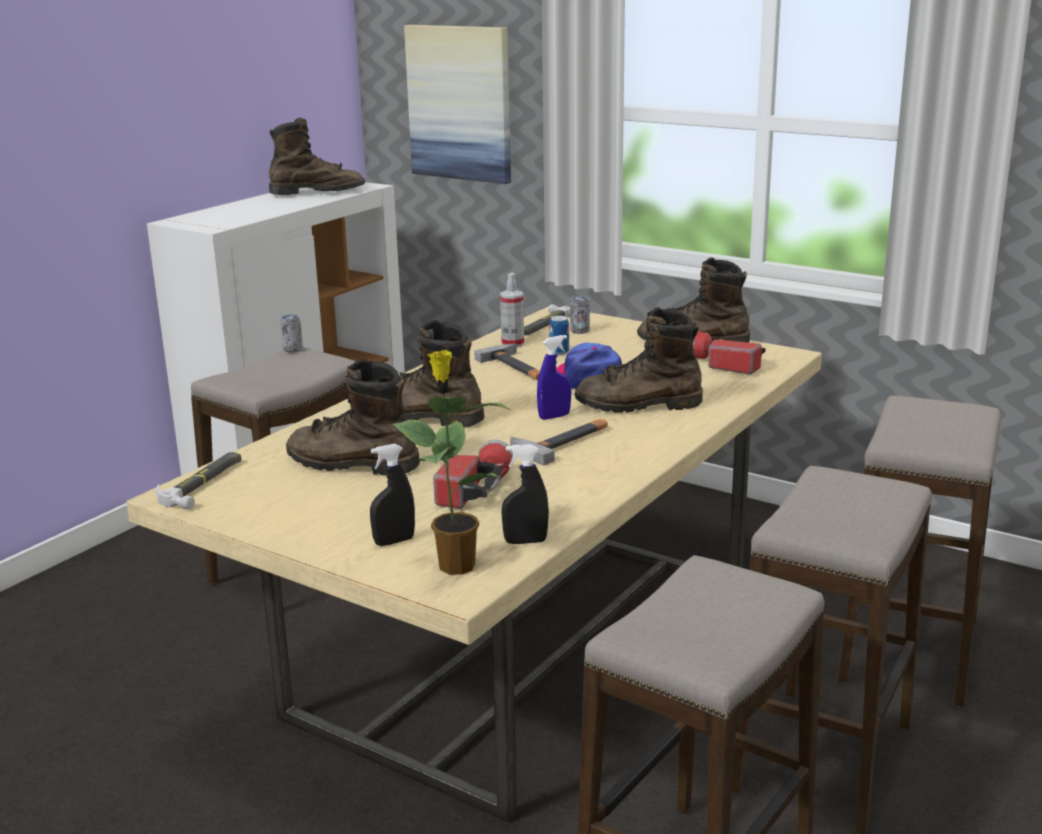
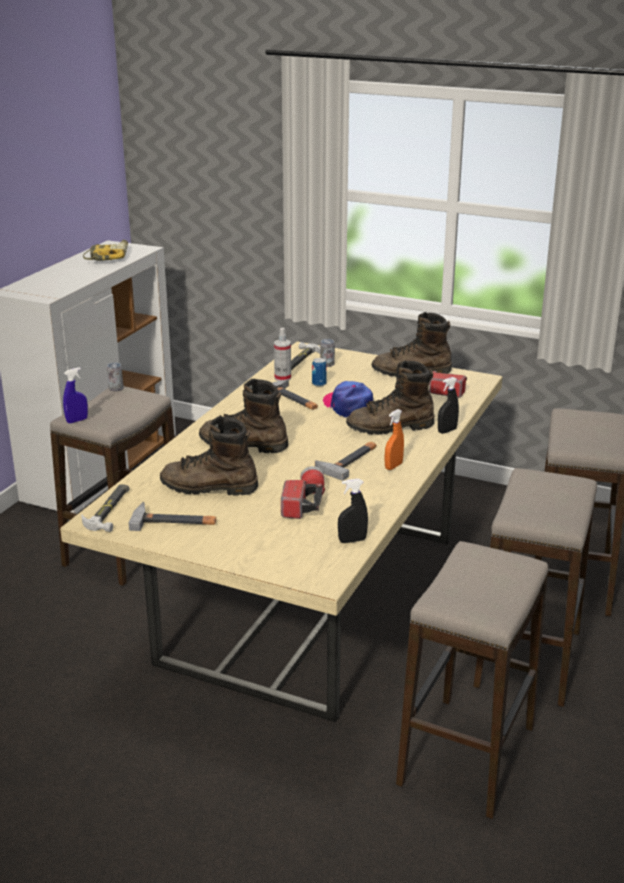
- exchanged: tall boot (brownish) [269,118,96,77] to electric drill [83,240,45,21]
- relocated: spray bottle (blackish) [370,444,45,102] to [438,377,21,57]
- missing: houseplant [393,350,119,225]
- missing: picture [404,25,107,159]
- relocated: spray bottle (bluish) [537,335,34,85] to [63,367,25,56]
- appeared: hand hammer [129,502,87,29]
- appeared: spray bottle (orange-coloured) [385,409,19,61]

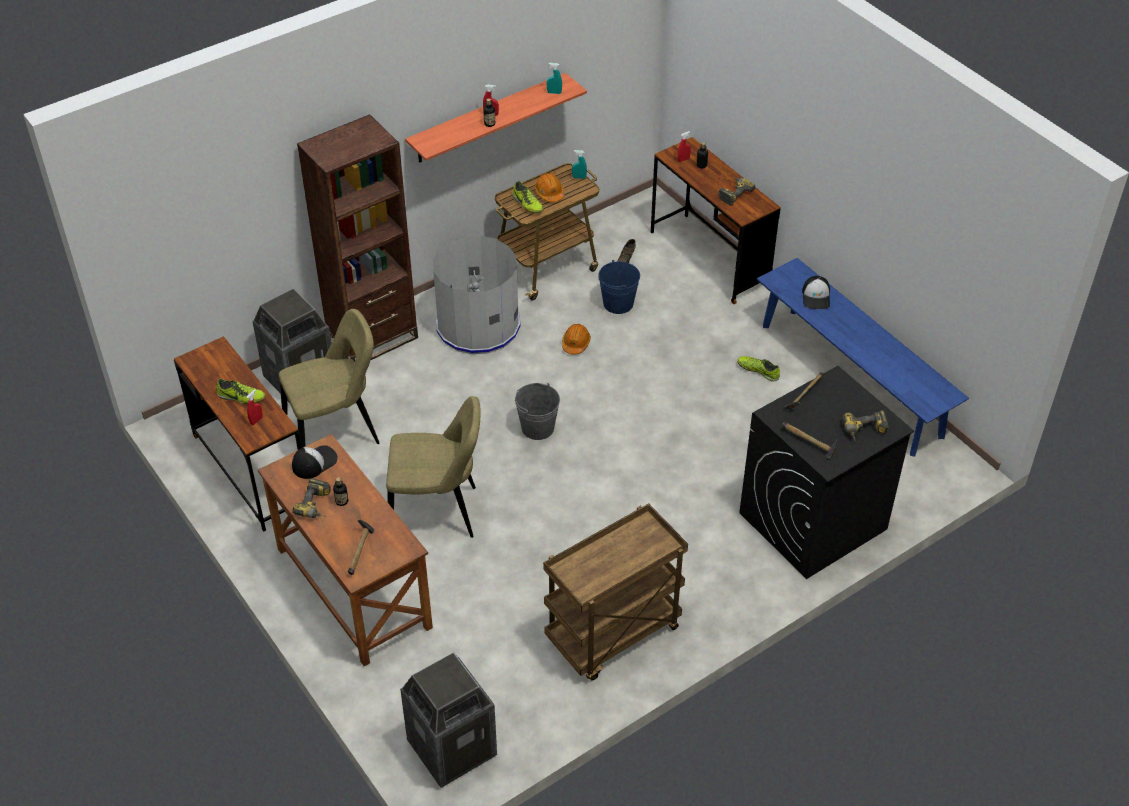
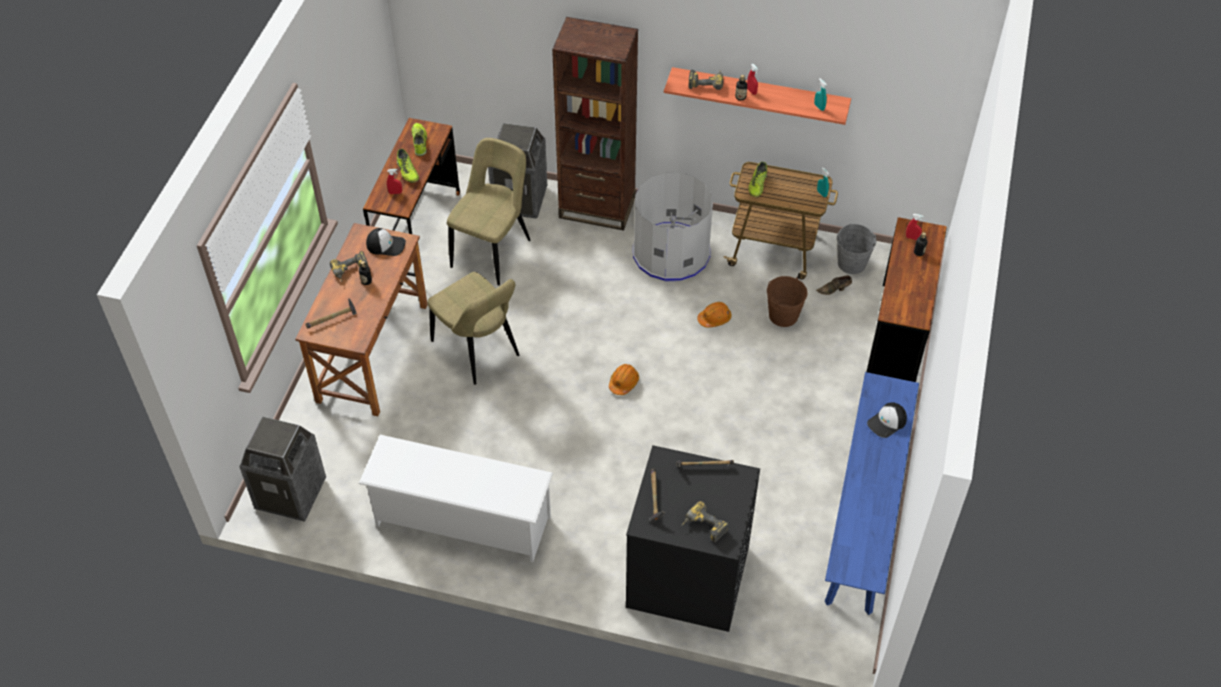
- spun: chair (beige-coloured) [279,309,101,139] = [447,138,84,147] 90 degrees counterclockwise
- relocated: bucket (greyish) [515,383,45,57] to [837,224,39,50]
- relocated: safety helmet (orange-coloured) [535,173,29,29] to [609,364,30,31]
- exchanged: cart (brownish) [543,503,145,178] to shoe stand (white-coloured) [359,435,194,128]
- colour: bucket (bluish) [598,260,42,54] to bucket (brownish) [767,276,40,51]
- relocated: electric drill [718,177,38,29] to [689,69,35,21]
- relocated: item of footwear [737,356,43,26] to [412,123,15,33]

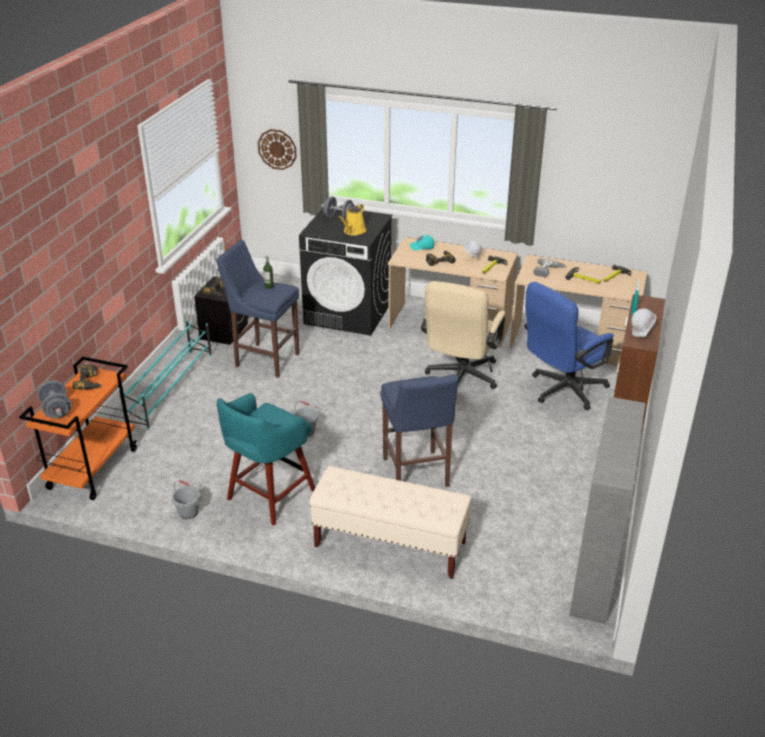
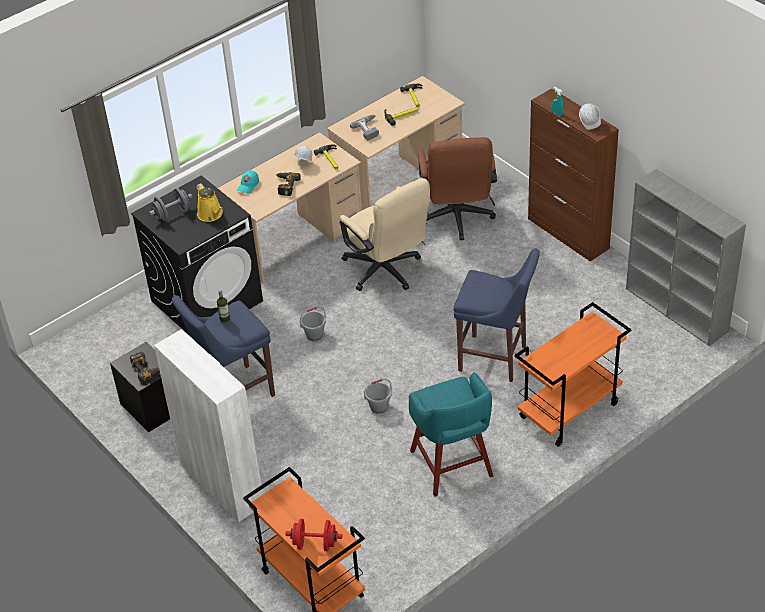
- colour: dumbbell (greyish) [37,380,34,38] to dumbbell (red) [286,519,56,32]
- missing: electric drill [73,365,29,25]
- exchanged: shoe stand (turquoise-coloured) [119,320,93,110] to cabinet (white-coloured) [154,329,109,193]
- relocated: bucket (greyish) [172,480,29,39] to [300,307,26,34]
- missing: wall clock [258,129,39,41]
- exchanged: indoor bench (beige-coloured) [310,466,161,113] to cart (orange-coloured) [515,302,116,145]
- colour: desk chair (bluish) [524,282,90,128] to desk chair (brownish) [418,137,79,103]

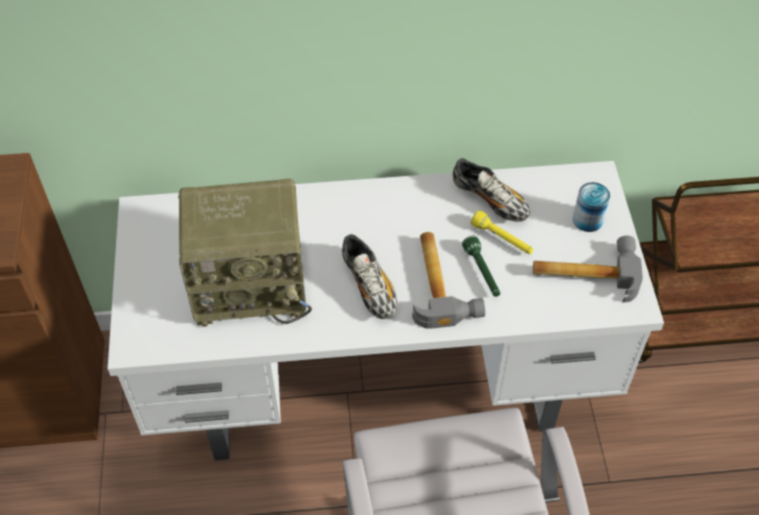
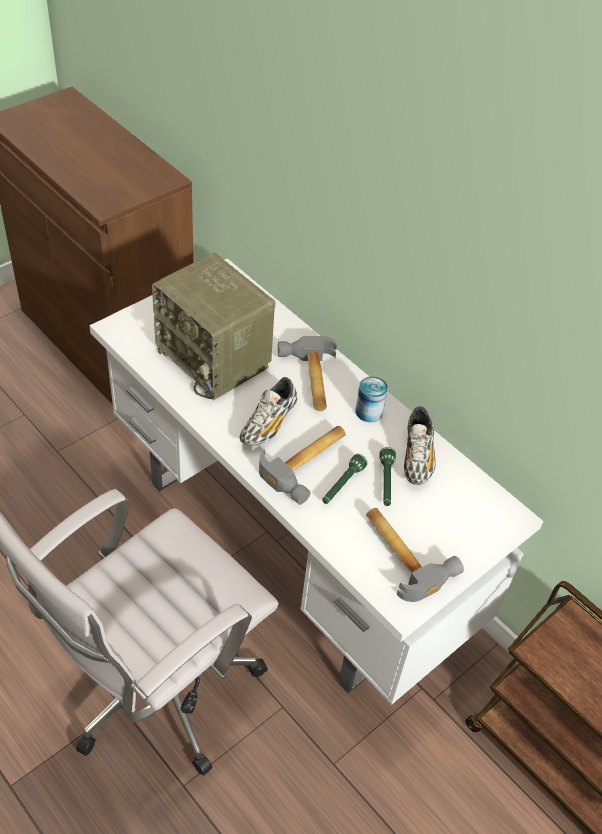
- colour: torch (yellowish) [471,210,62,44] to torch (green-coloured) [379,447,17,59]
- relocated: sealed can [573,182,37,50] to [355,376,33,46]
- appeared: hand hammer [278,336,59,75]

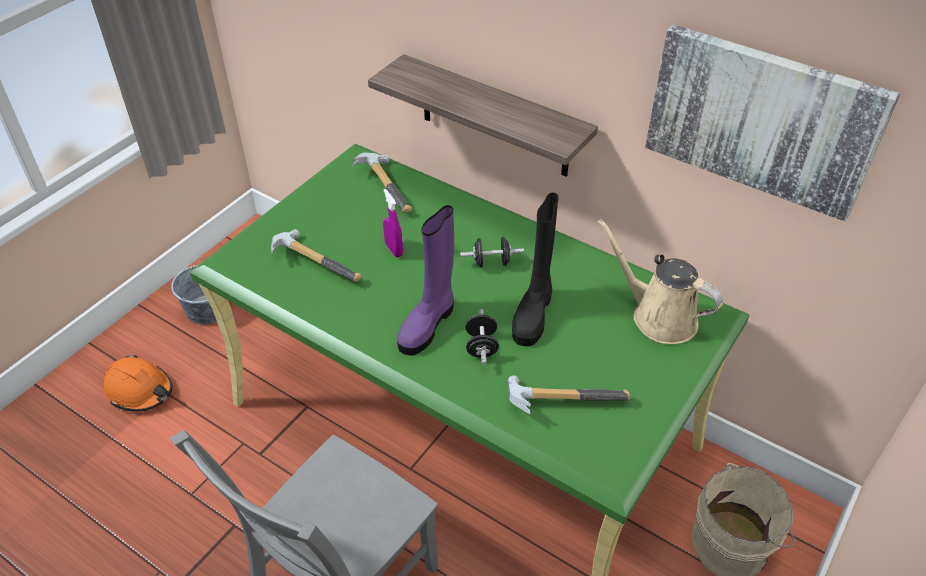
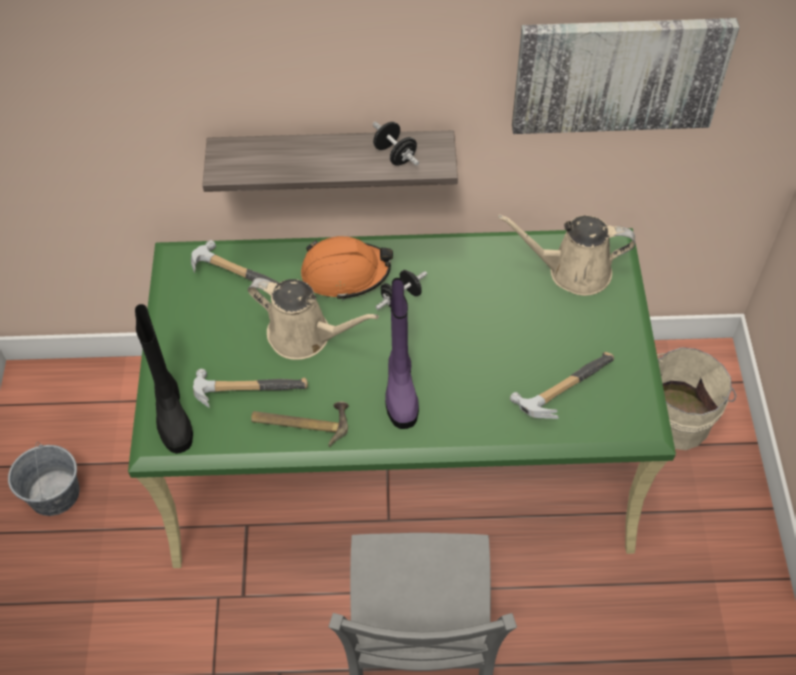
- relocated: safety helmet (orange-coloured) [104,355,68,57] to [301,236,92,64]
- exchanged: spray bottle (purple-coloured) [383,189,20,68] to watering can (beige-coloured) [248,278,131,82]
- relocated: dumbbell (blackish) [465,309,34,56] to [373,122,46,44]
- relocated: tall boot (blackish) [512,193,47,153] to [135,304,58,150]
- appeared: hand hammer [251,401,97,46]

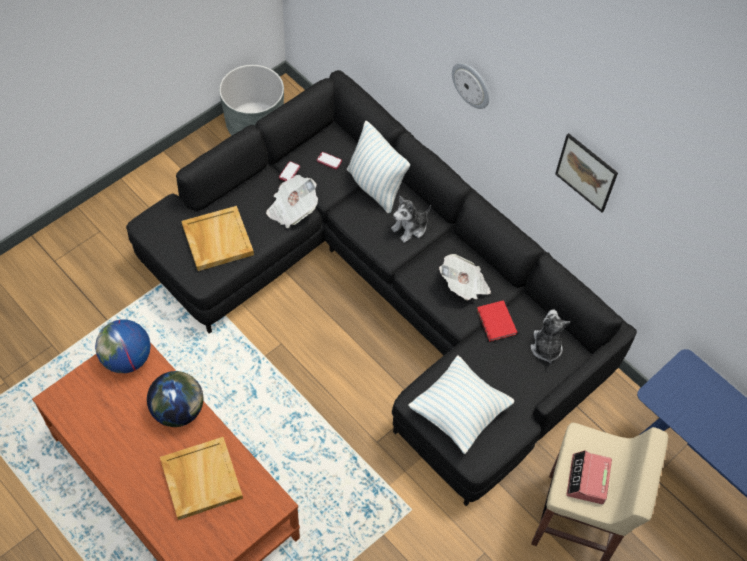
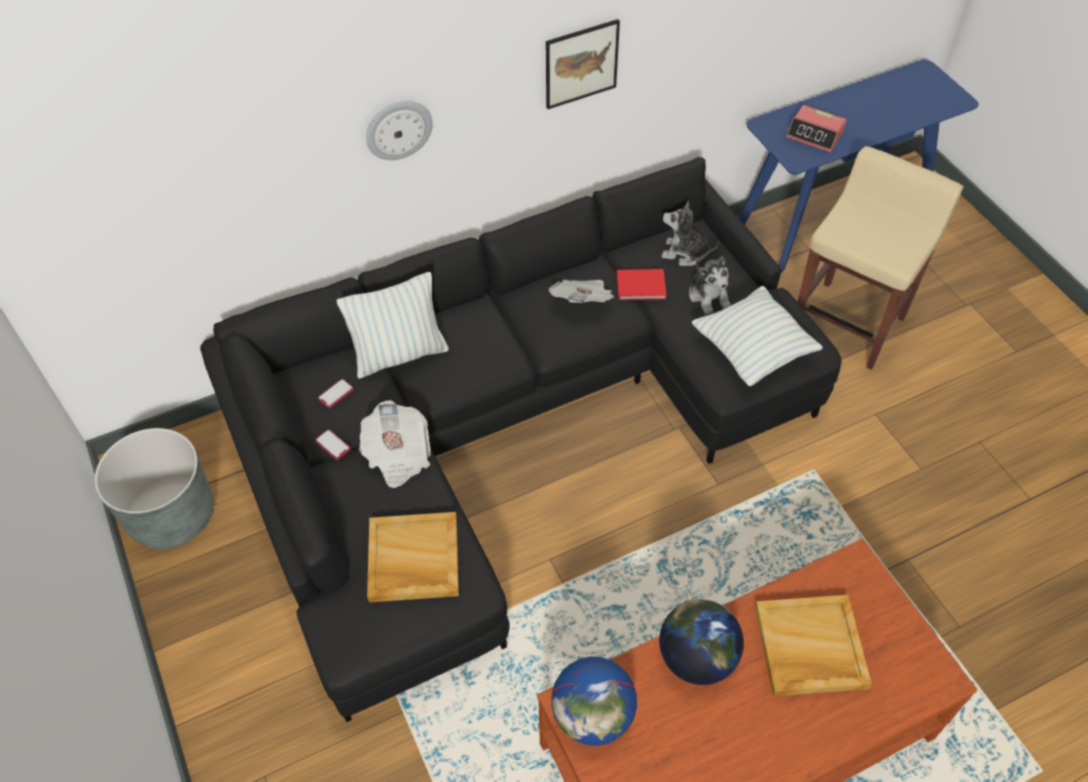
- relocated: soft toy [391,196,40,47] to [689,256,42,59]
- relocated: alarm clock [566,450,46,55] to [786,105,61,47]

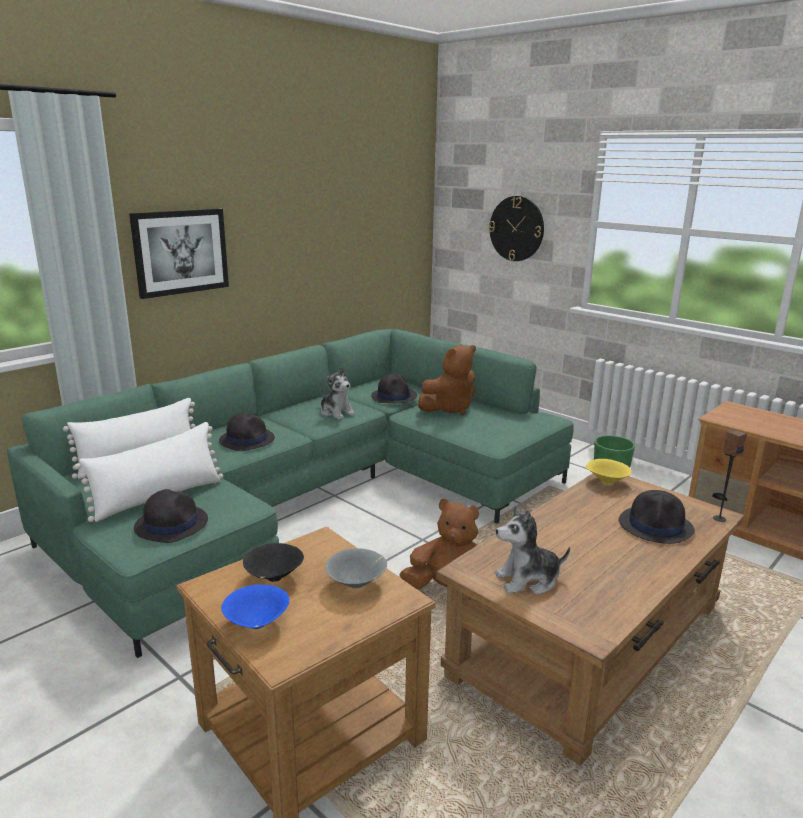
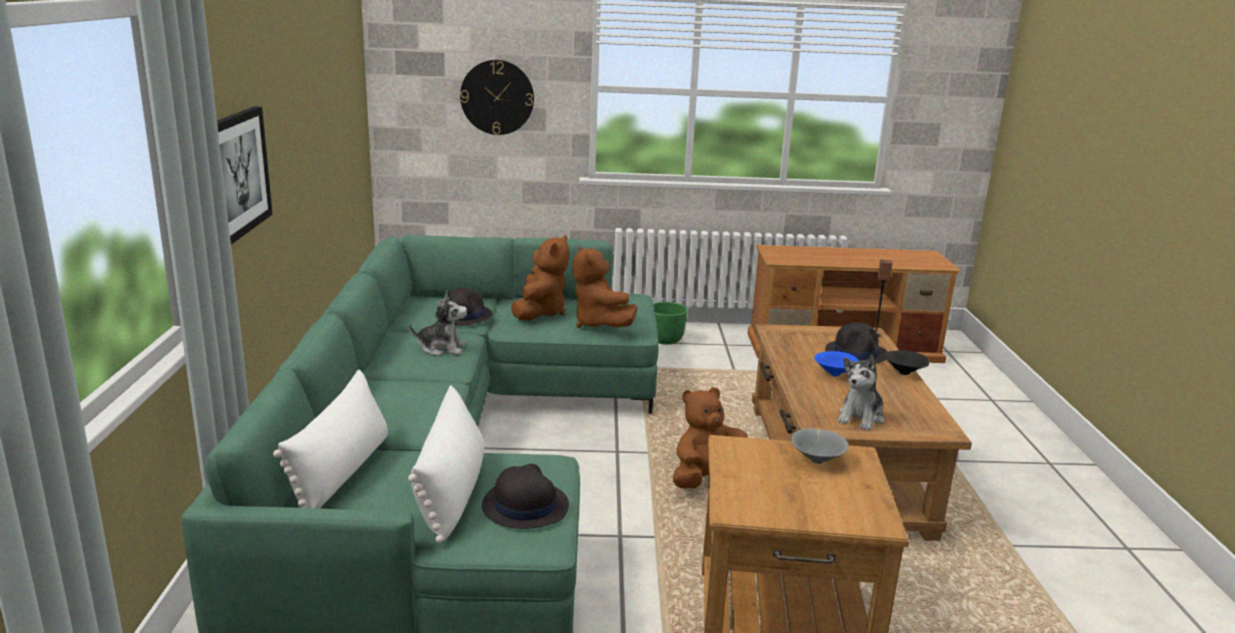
- missing: wearable hat (blackish) [219,413,56,38]
- relocated: deep dish (bluish) [221,585,69,44] to [814,351,45,25]
- relocated: deep dish (blackish) [243,543,61,39] to [884,350,45,25]
- missing: deep dish (yellowish) [586,459,46,25]
- appeared: soft toy (brownish) [573,245,64,83]

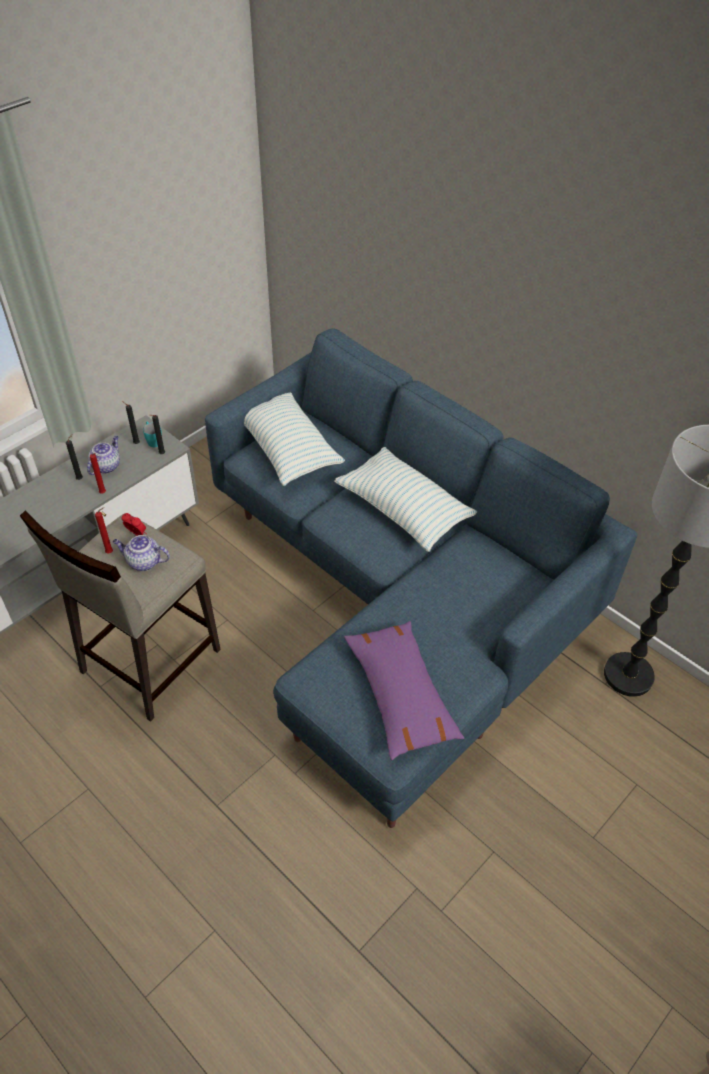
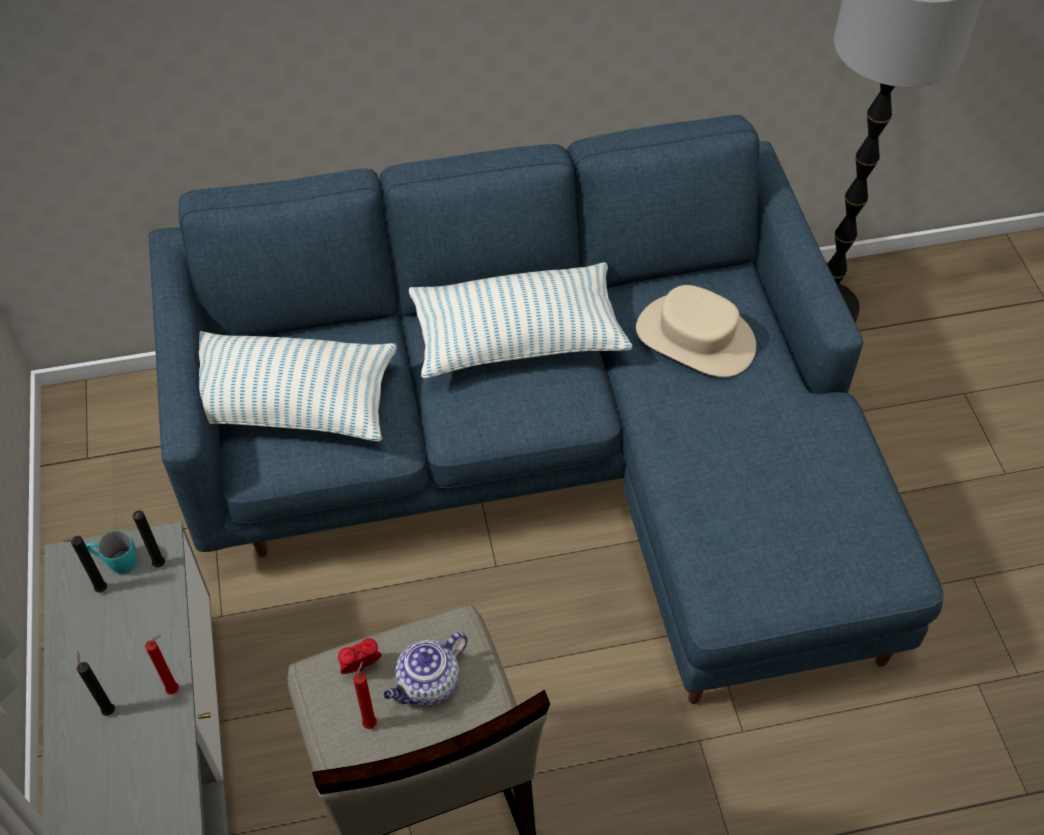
- missing: pot for tea [87,436,33,39]
- missing: cushion (purple-coloured) [344,621,120,139]
- appeared: wearable hat (beige-coloured) [636,285,120,92]

